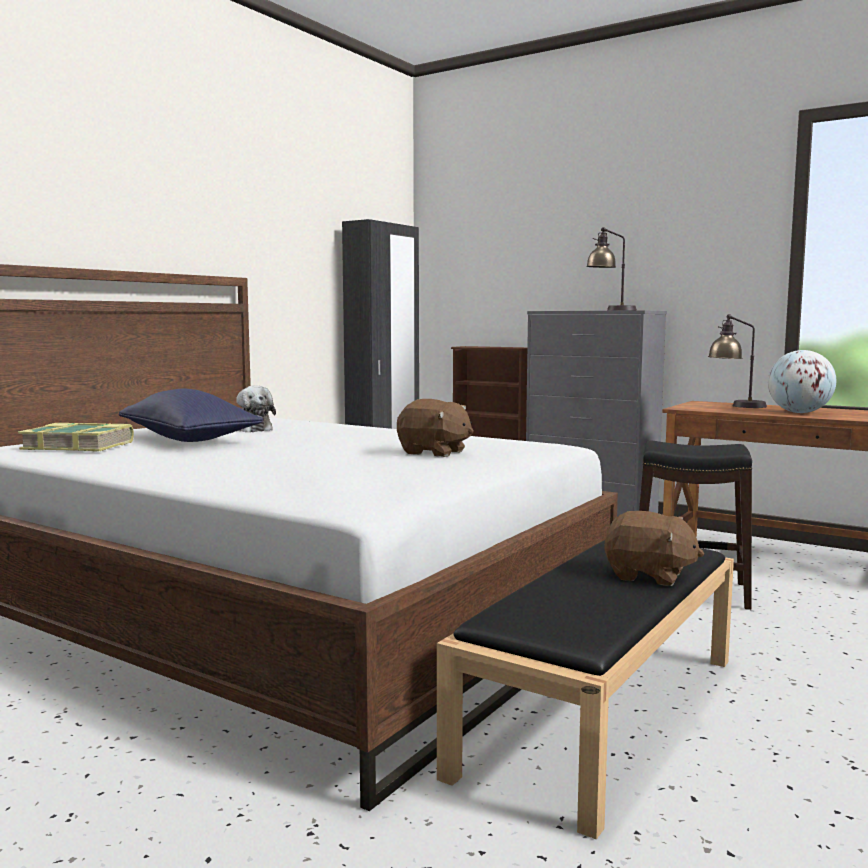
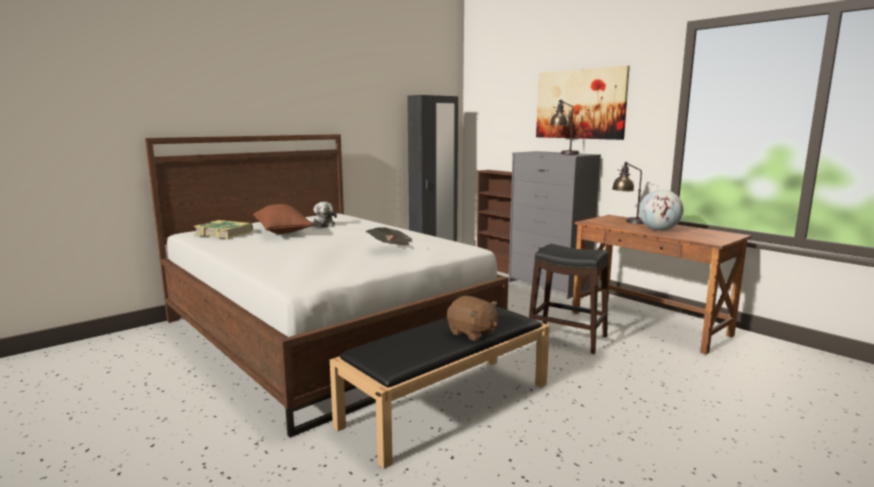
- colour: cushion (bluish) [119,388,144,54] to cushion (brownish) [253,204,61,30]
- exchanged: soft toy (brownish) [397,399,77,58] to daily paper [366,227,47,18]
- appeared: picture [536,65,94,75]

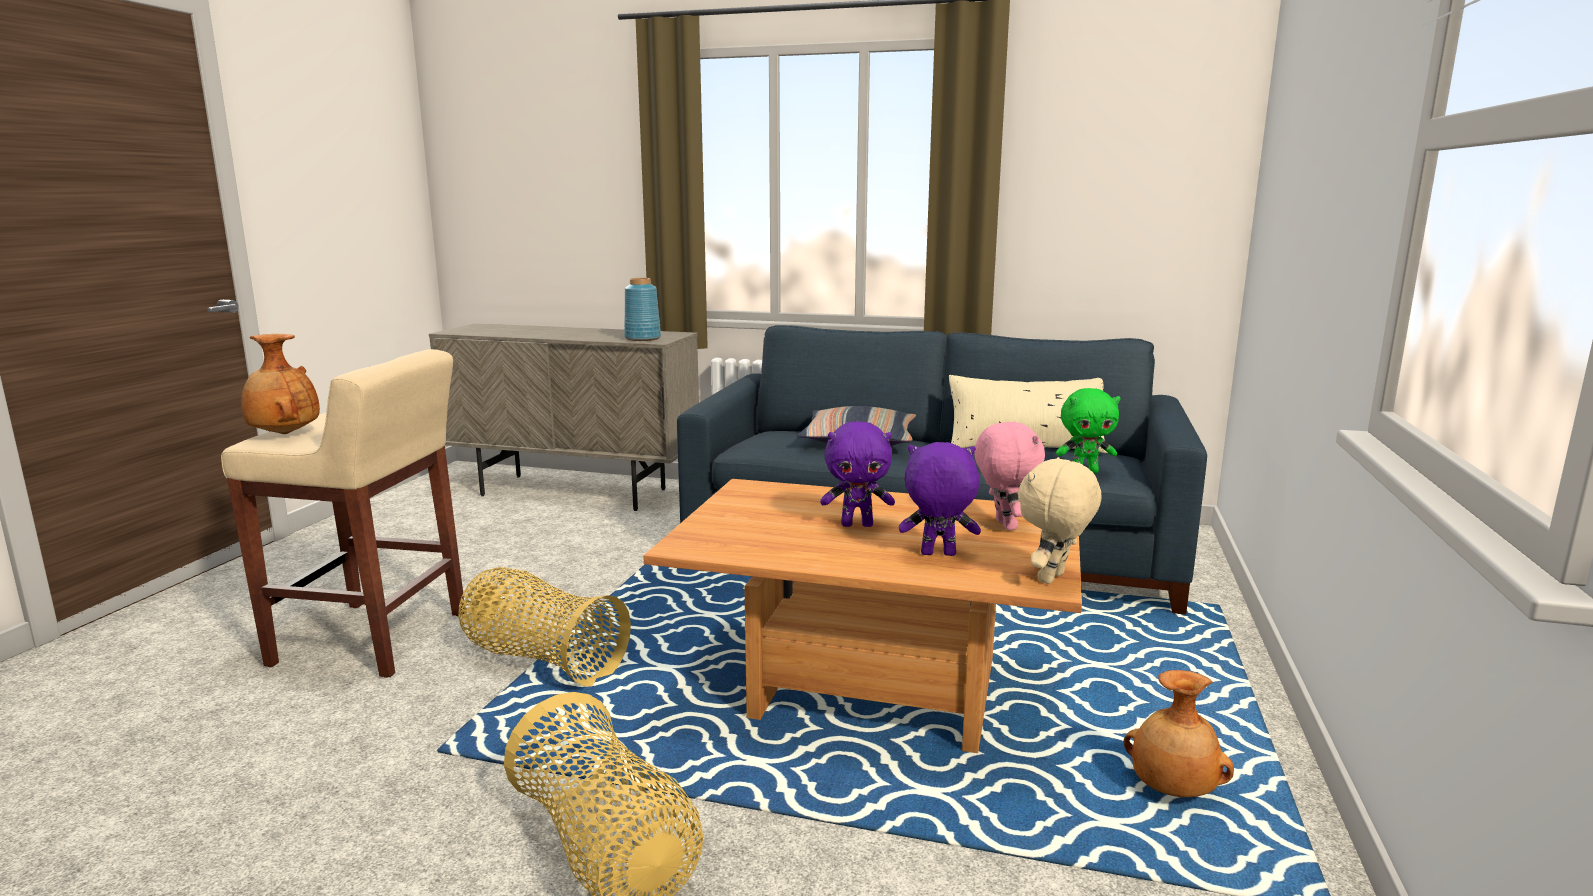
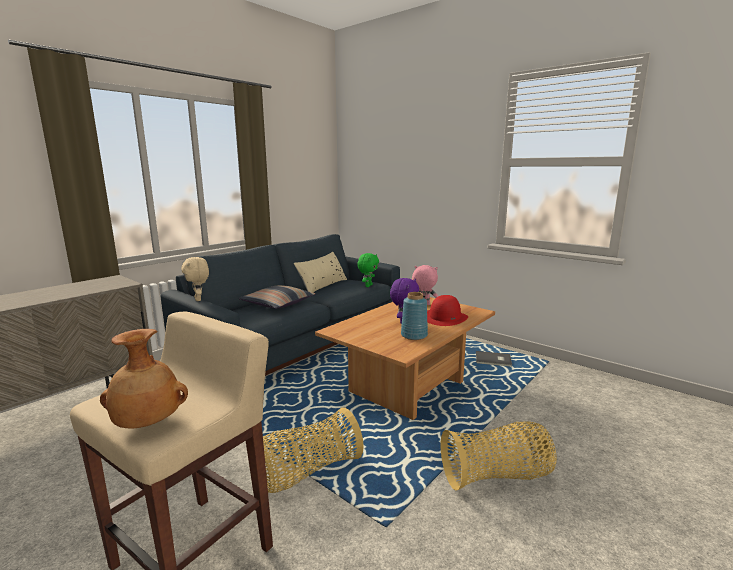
- relocated: vase (bluish) [624,278,37,63] to [401,292,27,48]
- exchanged: soft toy (purple-coloured) [899,442,82,114] to wearable hat (red) [427,295,41,31]
- relocated: soft toy (beige-coloured) [1018,457,83,127] to [181,257,28,44]
- exchanged: vase (brownish) [1123,670,111,127] to volume (greyish) [476,351,36,16]

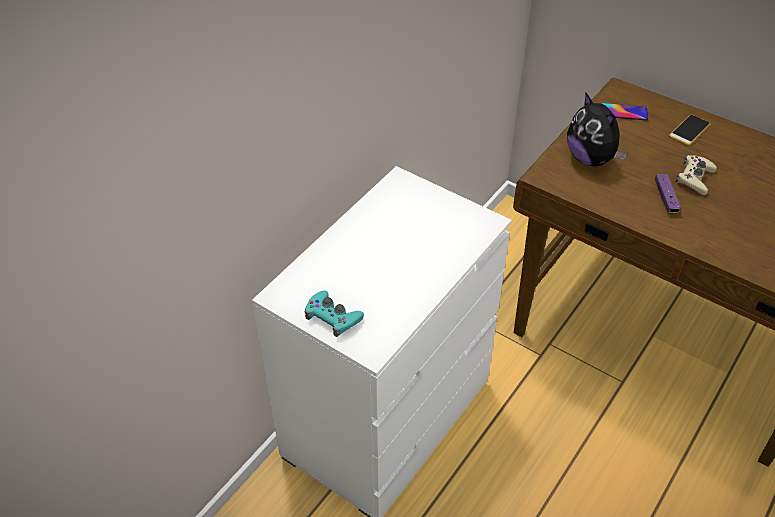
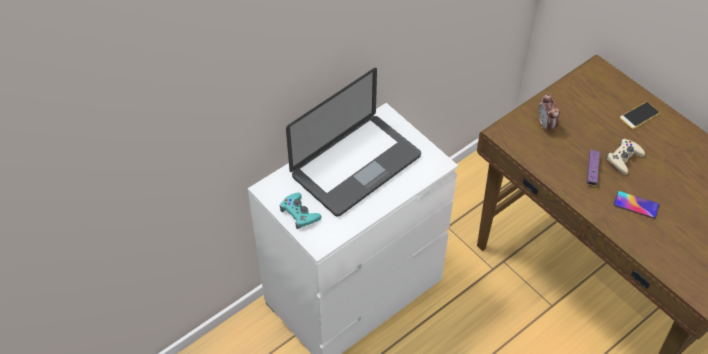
- exchanged: soft toy [567,93,60,74] to alarm clock [538,93,22,39]
- relocated: telephone [602,103,46,17] to [614,191,45,28]
- appeared: laptop [286,68,135,149]

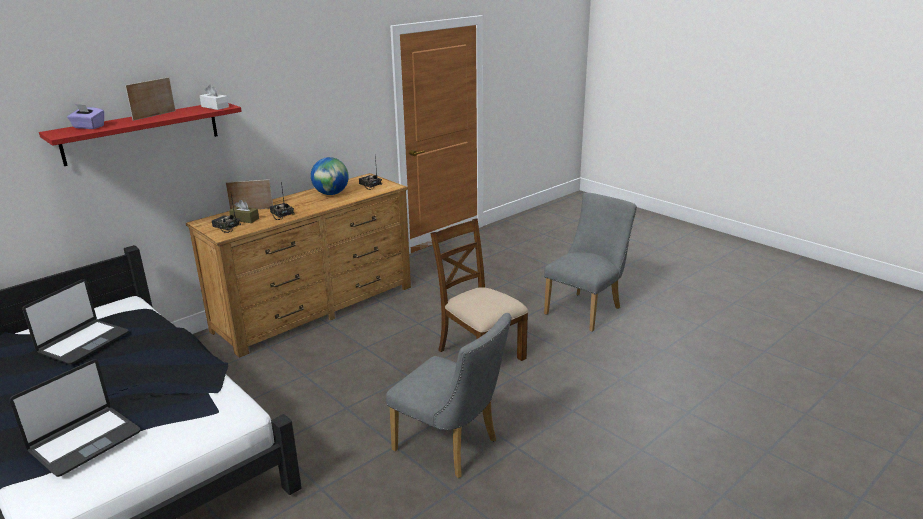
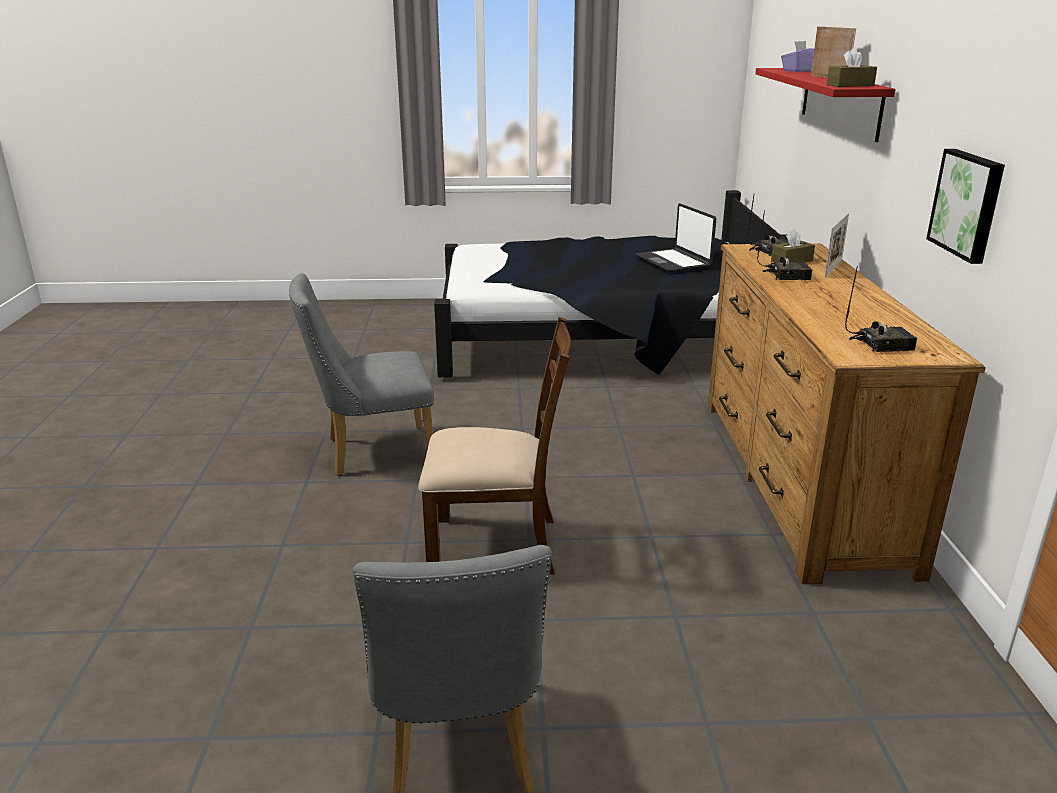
- missing: laptop [10,359,131,118]
- colour: tissue box (white-coloured) [200,85,29,25] to tissue box (brownish) [827,48,50,39]
- missing: globe [311,157,38,38]
- appeared: picture [926,149,79,115]

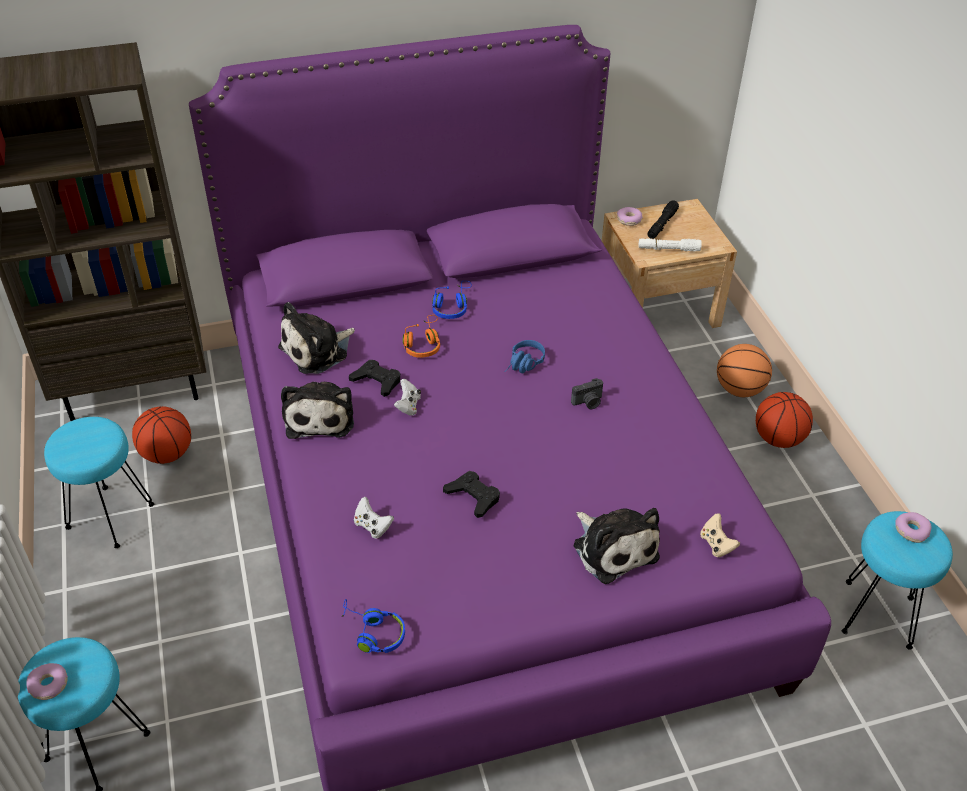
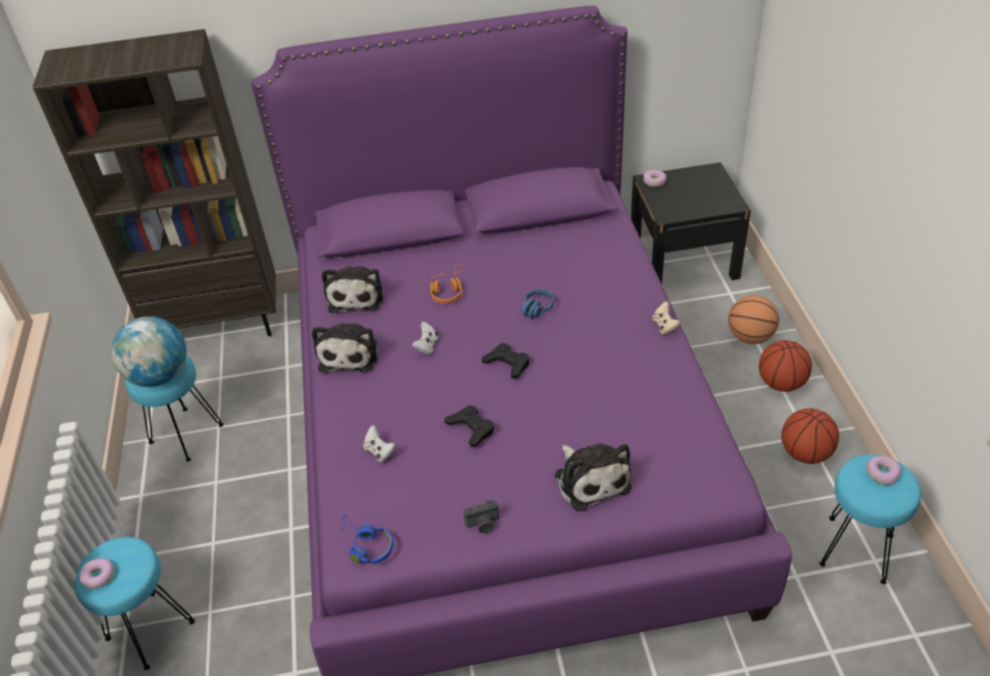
- relocated: ball for basketball [132,406,59,58] to [781,408,58,56]
- spun: soft toy [278,302,77,72] = [322,266,62,47] 60 degrees counterclockwise
- relocated: gamepad (blackish) [349,360,51,37] to [482,343,48,36]
- missing: pair of headphones (bluish) [432,281,40,38]
- relocated: photo camera [571,378,32,31] to [463,500,36,33]
- colour: night table (beige-coloured) [602,199,135,129] to night table (blackish) [631,162,120,122]
- missing: torch (white-coloured) [639,238,63,14]
- missing: torch (blackish) [647,200,32,39]
- relocated: gamepad (beige-coloured) [700,513,40,45] to [653,302,28,32]
- appeared: globe [111,316,75,71]

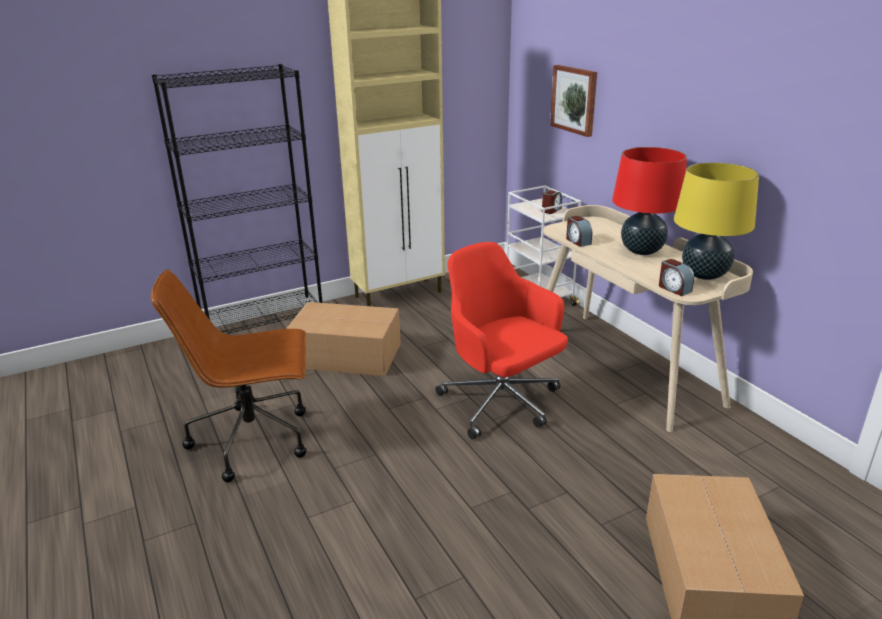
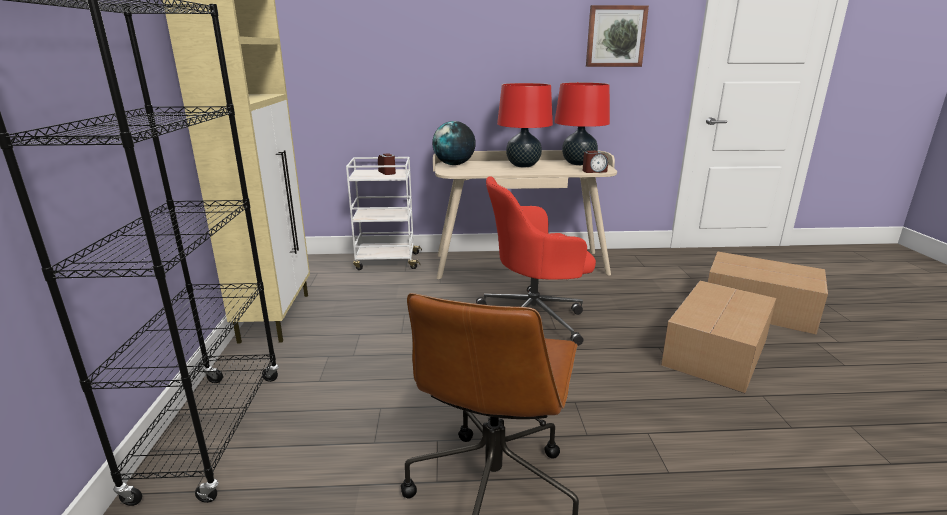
- relocated: cardboard box [286,302,115,74] to [661,281,115,112]
- relocated: picture [550,65,47,72] to [586,5,63,62]
- missing: alarm clock [566,216,26,31]
- colour: table lamp (yellowish) [674,162,85,118] to table lamp (red) [554,82,56,83]
- appeared: globe [432,121,44,44]

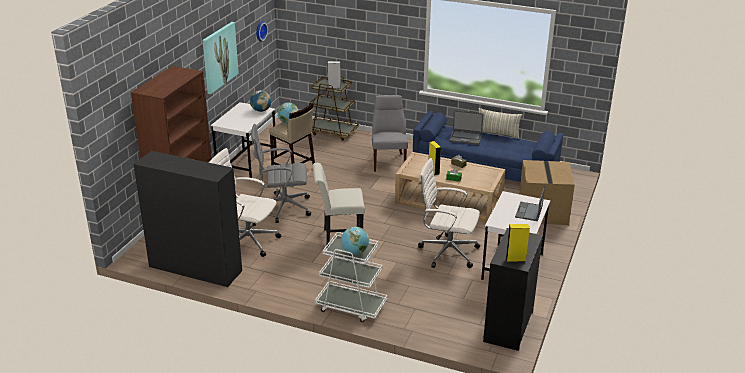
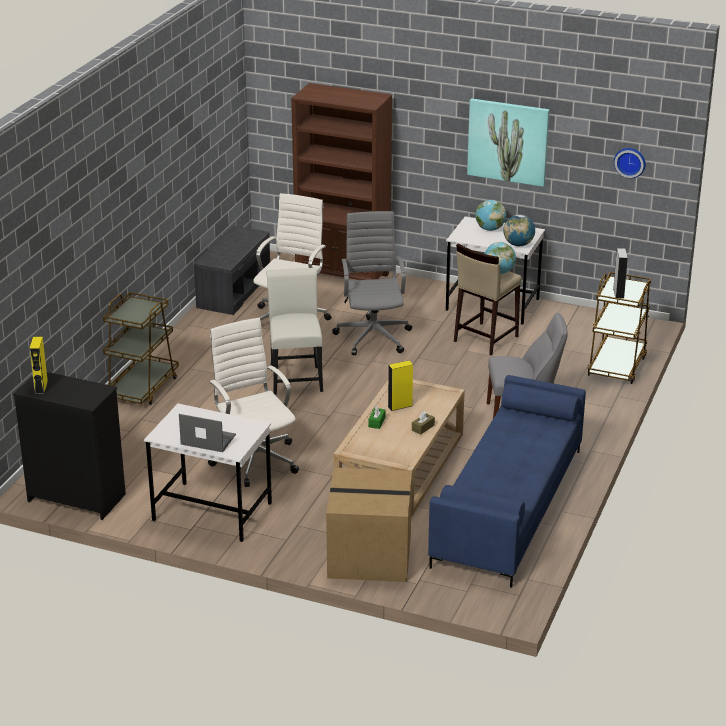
- exchanged: bookcase (blackish) [134,151,108,136] to indoor bench (greyish) [194,226,76,89]
- colour: cart (white-coloured) [315,232,72,90] to cart (brownish) [103,292,76,113]
- relocated: globe [341,226,28,29] to [475,200,31,31]
- spun: desk chair (white-coloured) [418,158,62,110] = [208,318,91,169] 45 degrees counterclockwise
- missing: laptop [449,110,35,35]
- missing: cushion [478,108,44,31]

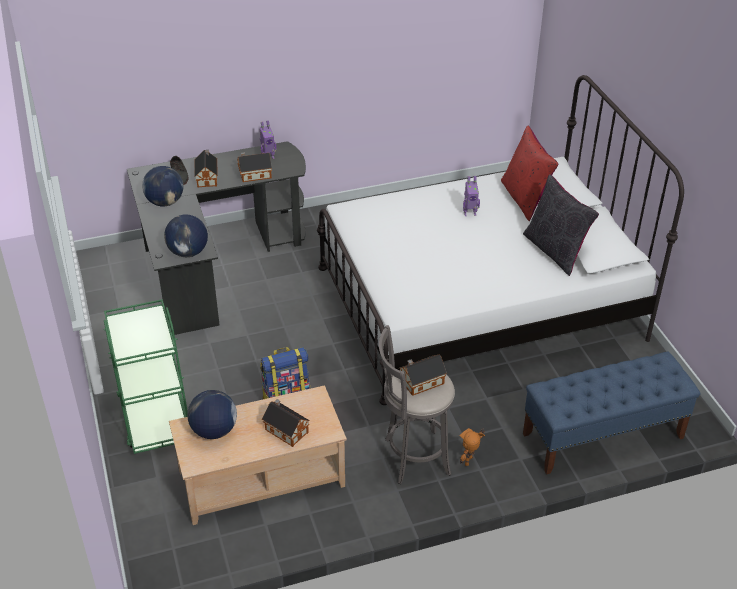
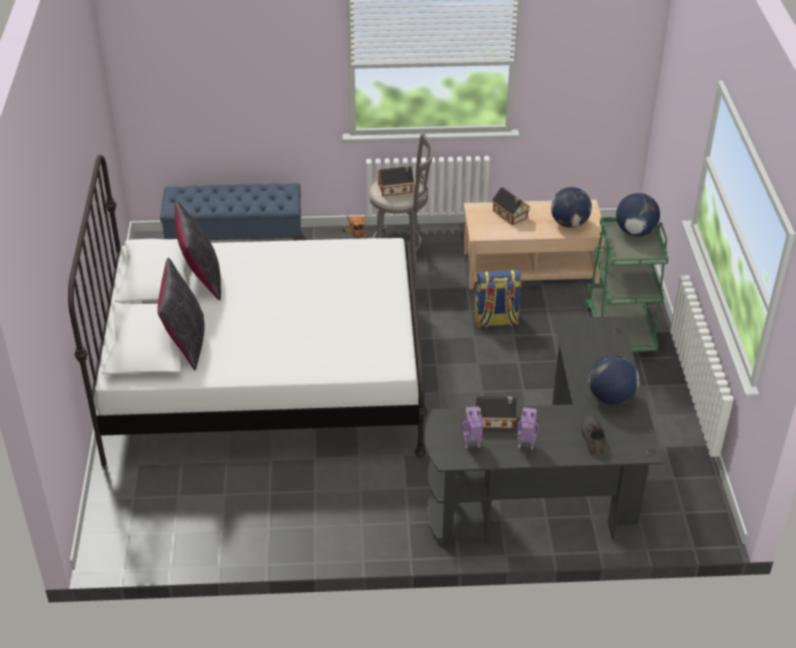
- relocated: globe [164,214,44,43] to [616,193,44,43]
- missing: model house [194,150,24,38]
- relocated: robot figure [463,176,17,40] to [517,407,22,43]
- colour: cushion (red) [501,126,58,95] to cushion (blackish) [158,258,47,112]

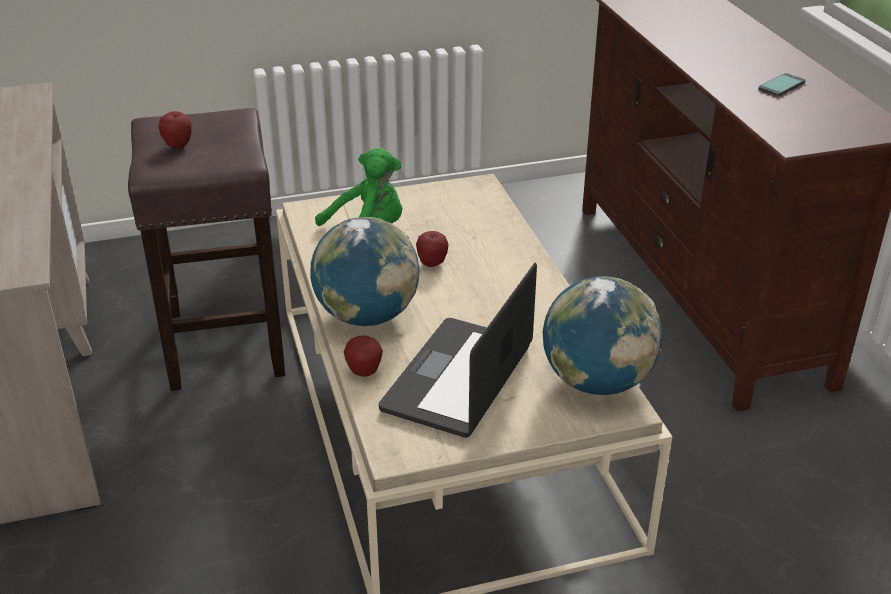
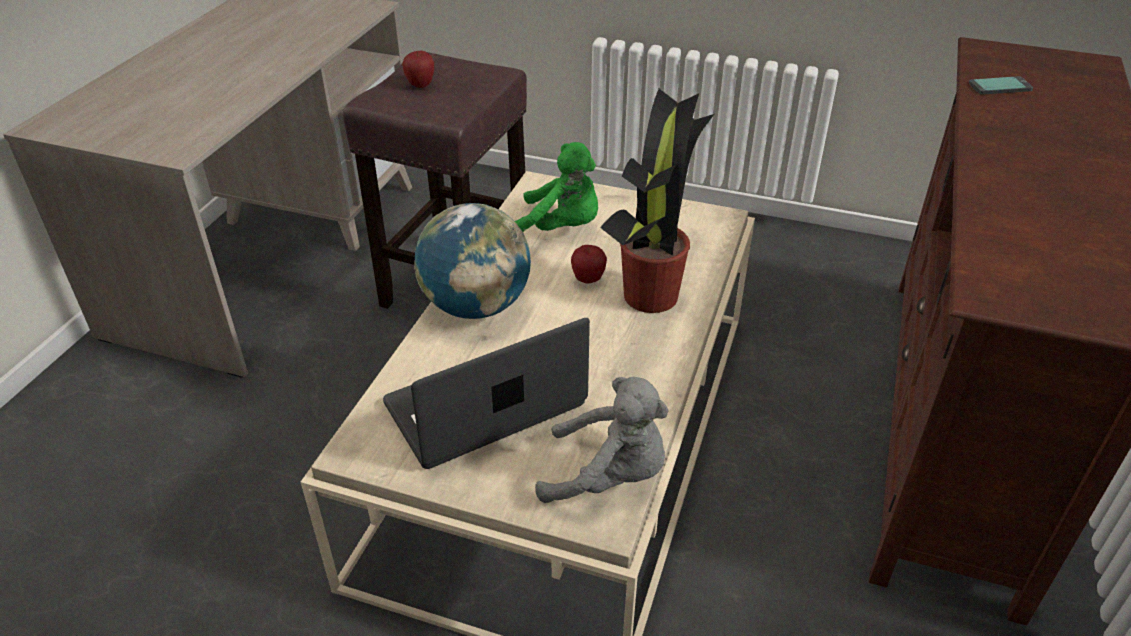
- missing: apple fruit [343,335,40,42]
- exchanged: globe [543,276,119,119] to soft toy (greyish) [535,377,134,126]
- relocated: telephone [758,73,48,24] to [969,76,64,19]
- appeared: houseplant [600,89,114,224]

